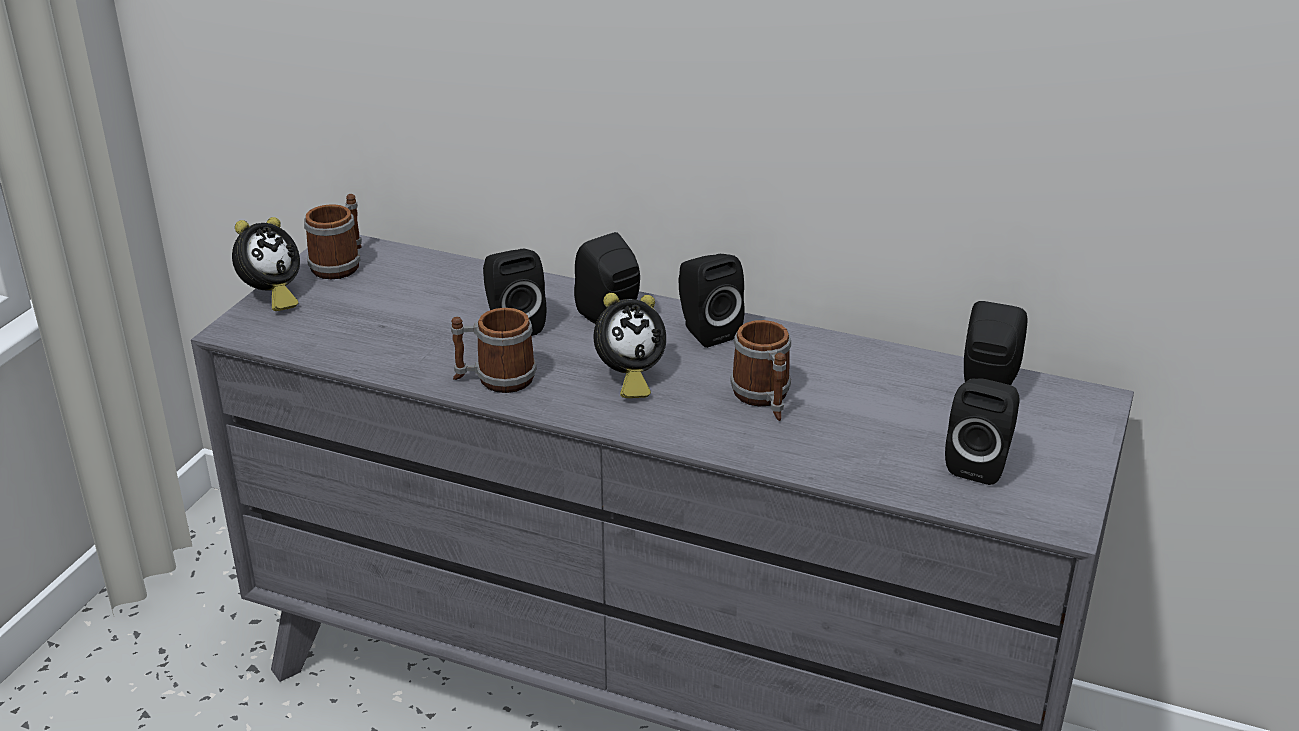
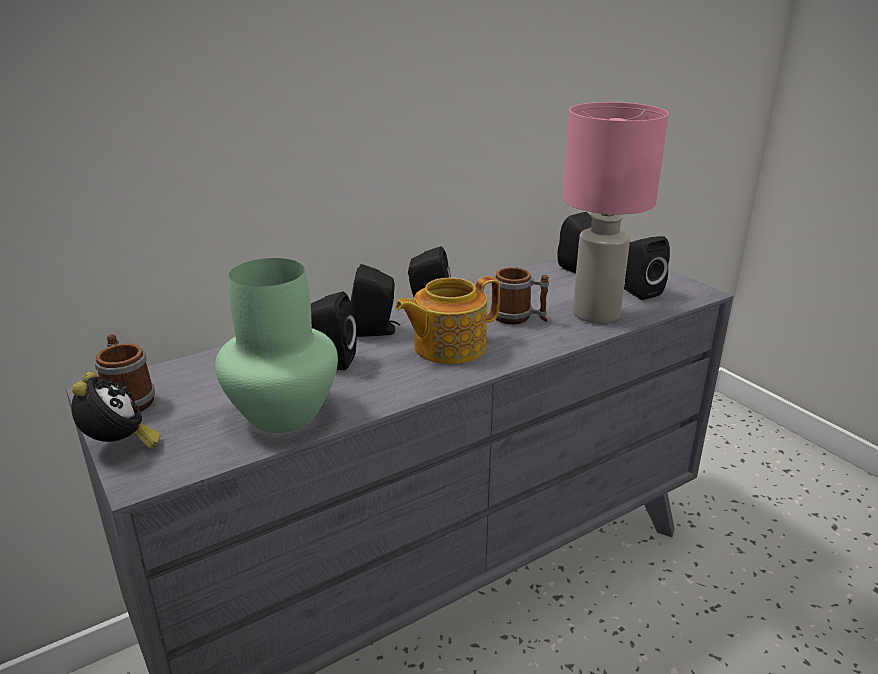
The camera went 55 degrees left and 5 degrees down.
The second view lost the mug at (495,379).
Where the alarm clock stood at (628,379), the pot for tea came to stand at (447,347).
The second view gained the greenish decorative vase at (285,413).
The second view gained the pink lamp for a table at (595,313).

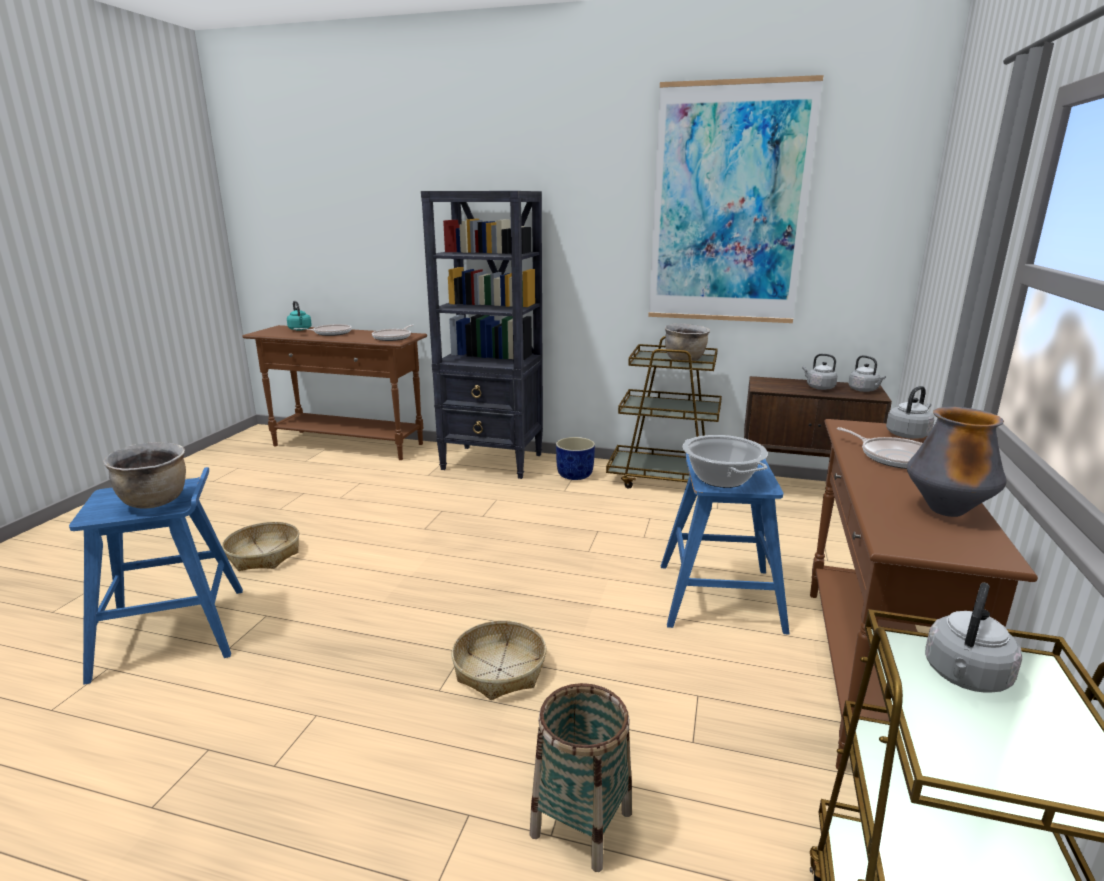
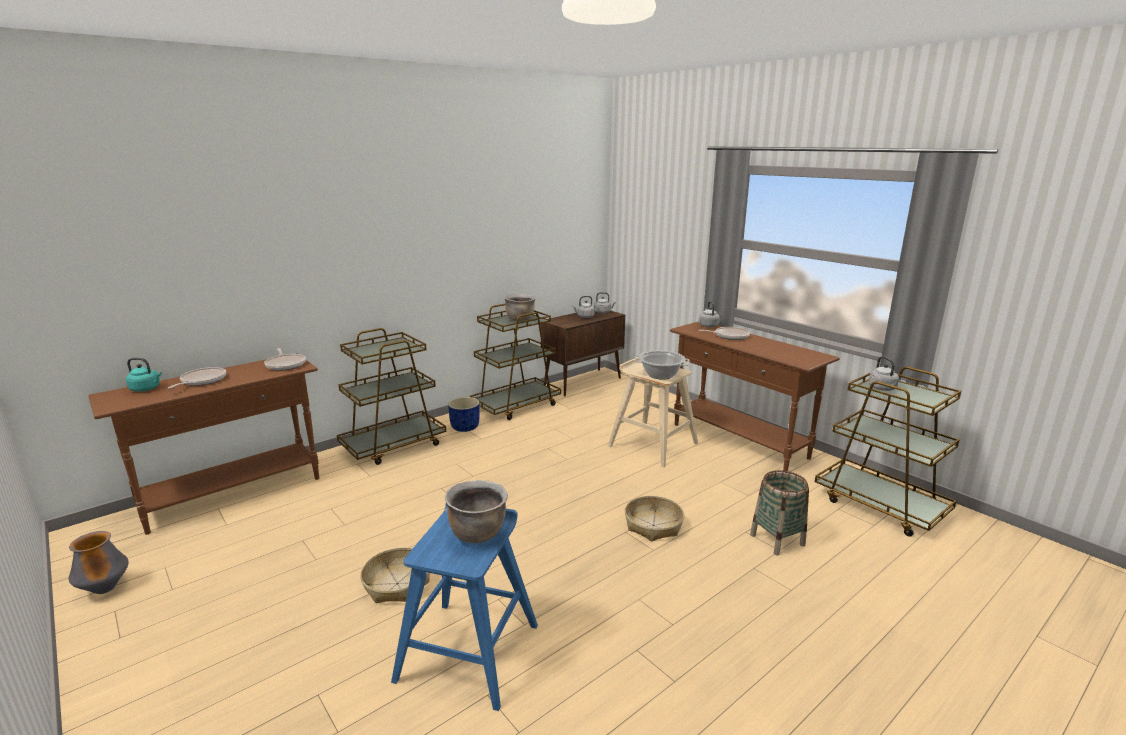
The camera went 55 degrees left and 0 degrees up.
Where the blackish bookshelf stood at (493,462), the brownish trolley came to stand at (394,445).
The second view lost the wall picture at (728,206).
What was the blue-coloured stool seat at (719,596) turned into the beige-coloured stool seat at (652,444).
The decorative vase ended up elsewhere, having gone from (946,511) to (105,589).

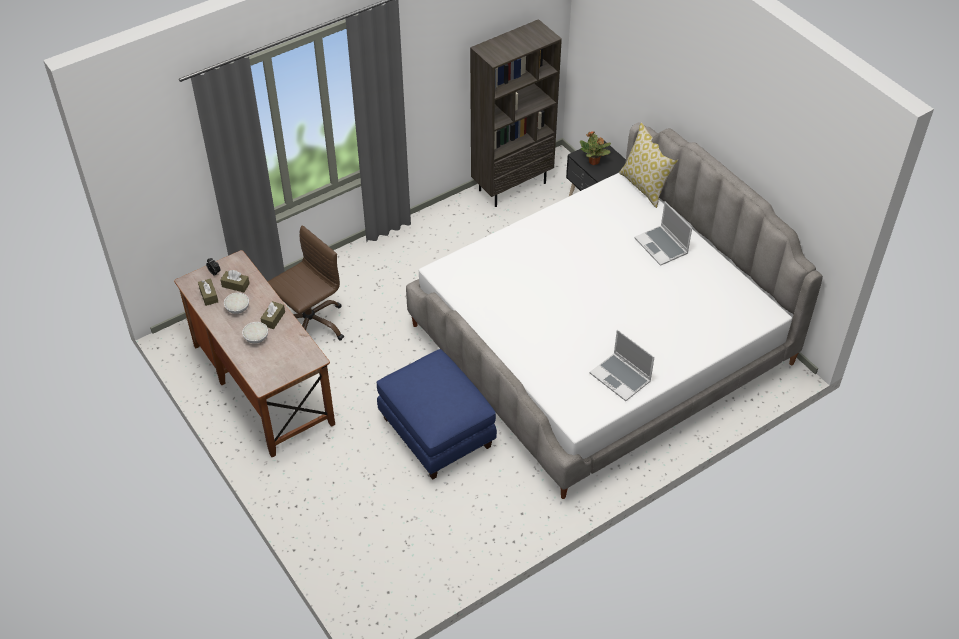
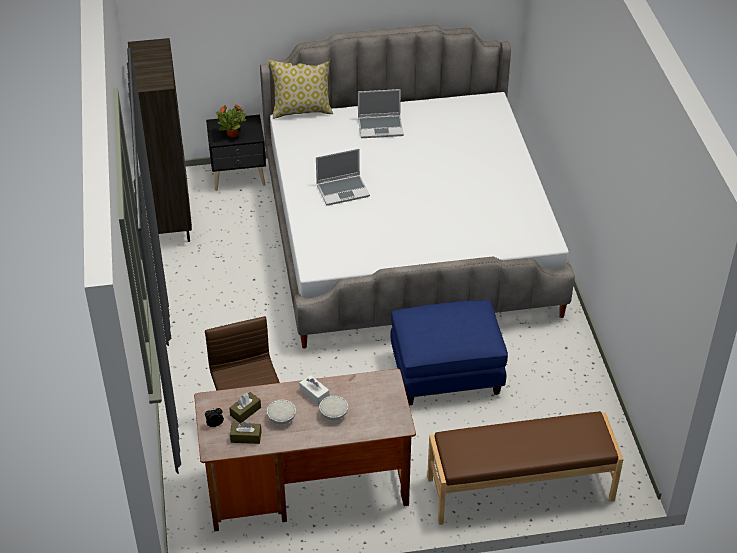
The camera went 65 degrees left and 5 degrees down.
What was the brownish box of tissues at (273,318) turned into the whitish box of tissues at (314,394).
The portable computer ended up elsewhere, having gone from (621,378) to (343,190).
The second view gained the brownish indoor bench at (520,489).

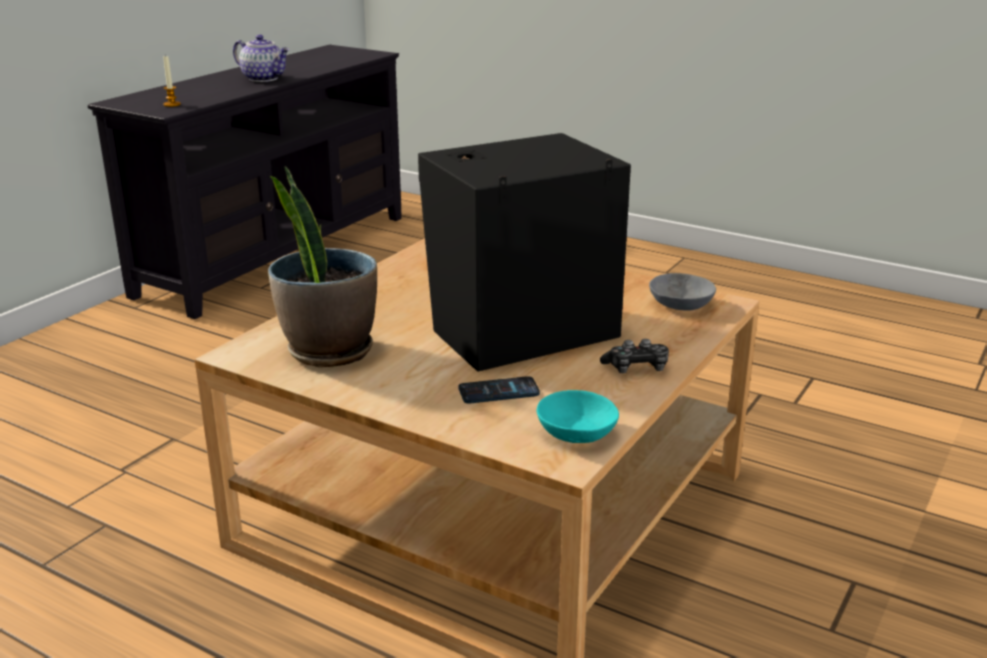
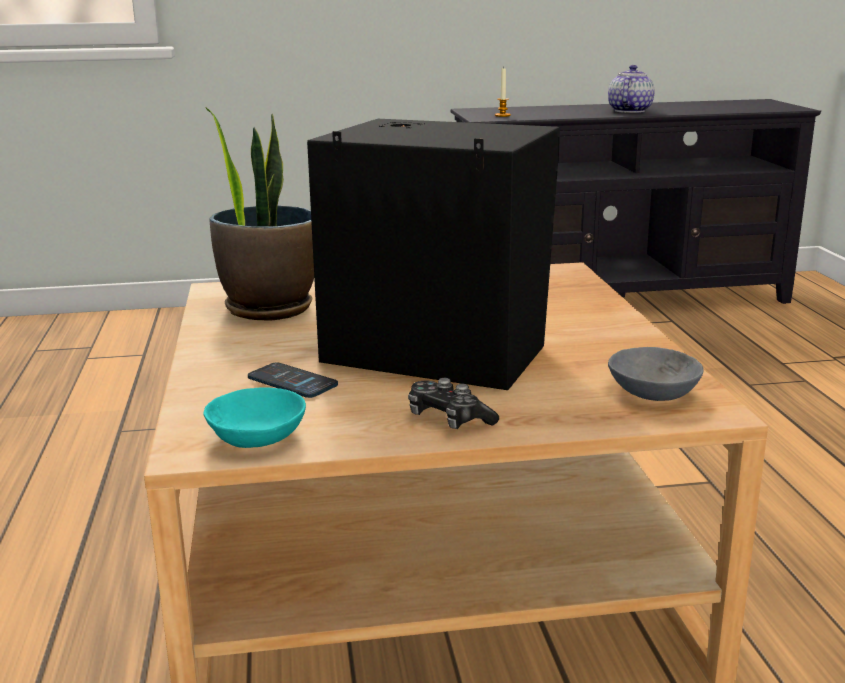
The camera went 50 degrees right and 5 degrees down.
The pot for tea at (264,78) ended up facing another way, 150 degrees counterclockwise from before.

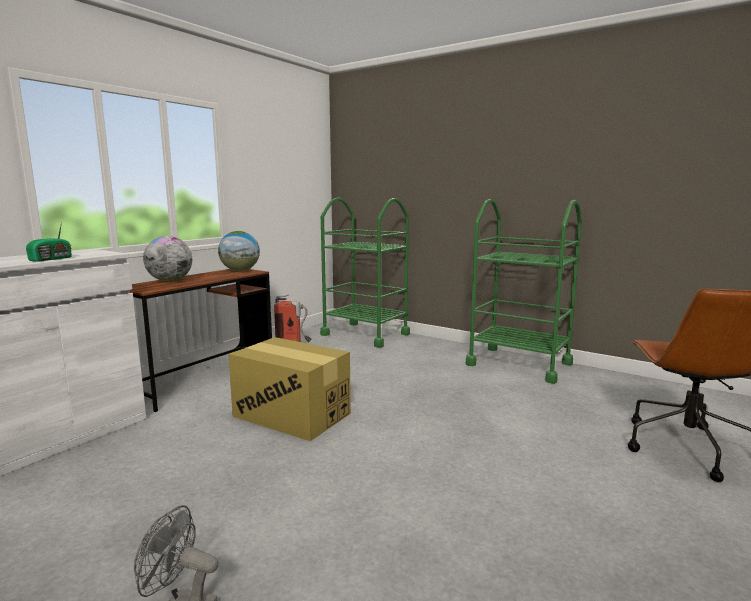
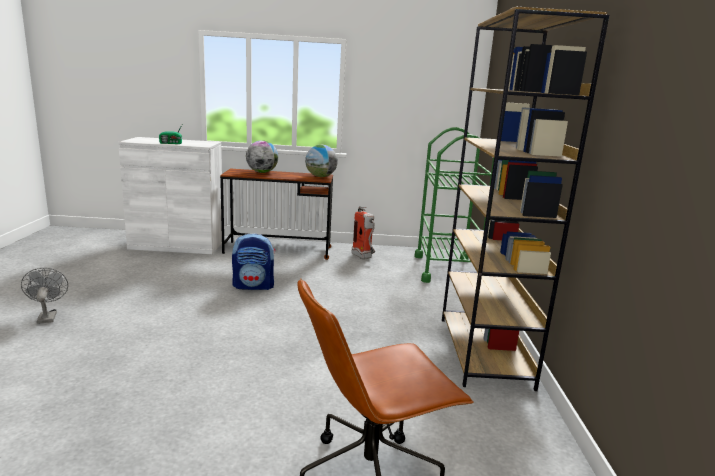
The camera went 55 degrees right and 5 degrees up.
Where the carton stood at (291,415), the rucksack came to stand at (254,286).
Where the greenish trolley stood at (519,364), the brownish bookshelf came to stand at (484,352).

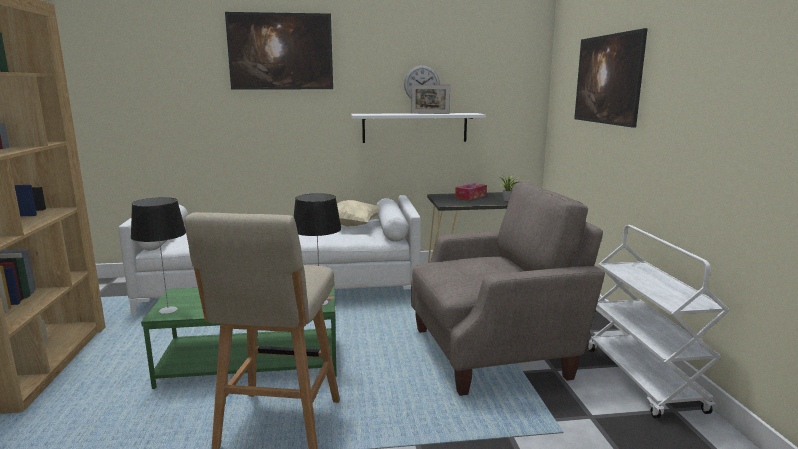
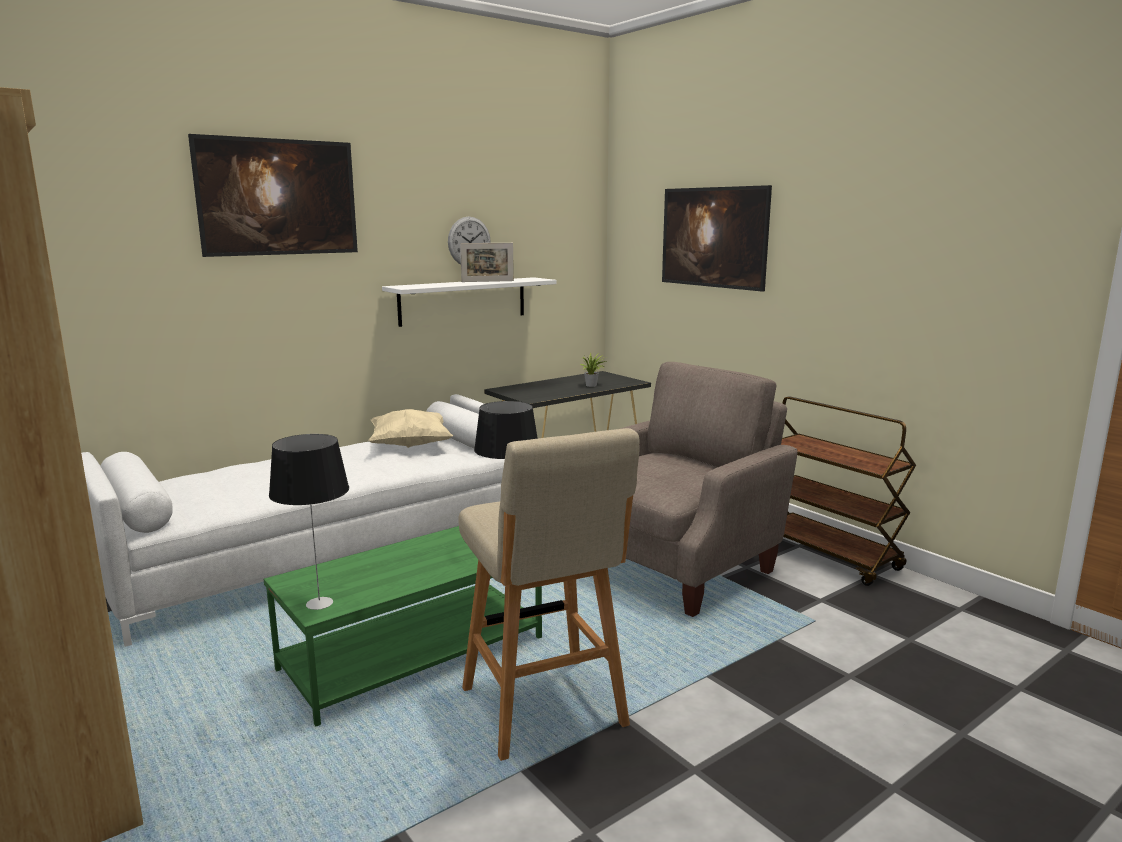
The camera went 30 degrees left and 0 degrees up.
The second view lost the box of tissues at (471,196).
What was the whitish trolley at (644,380) turned into the brownish trolley at (827,555).

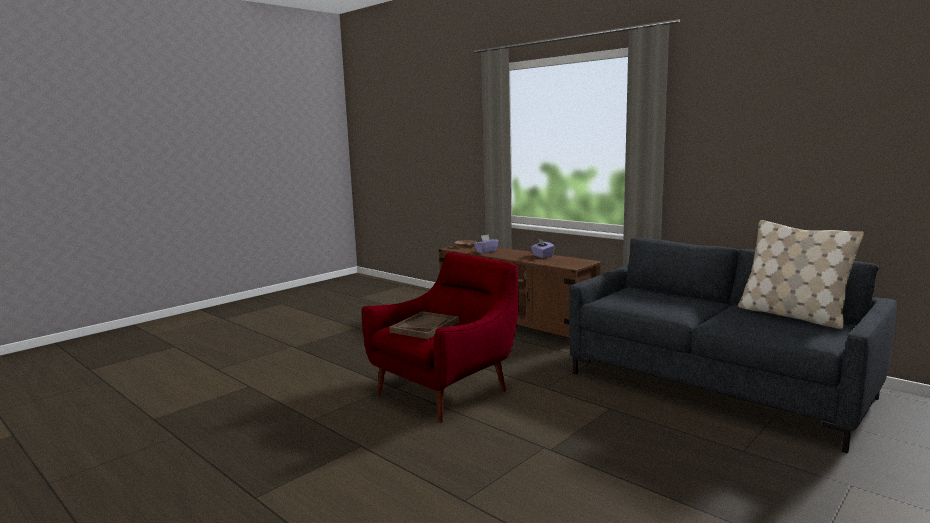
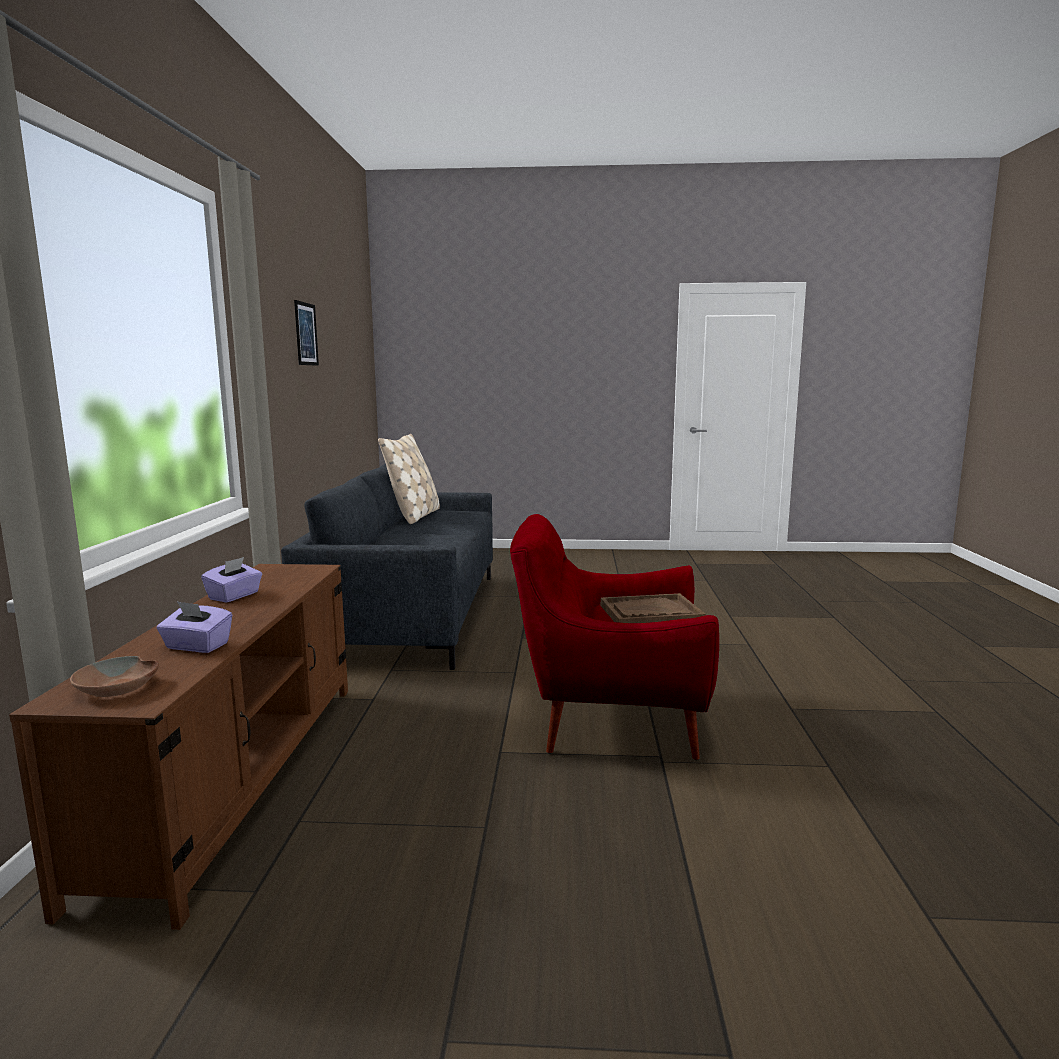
The camera went 130 degrees left and 0 degrees up.
The second view gained the wall picture at (306,334).

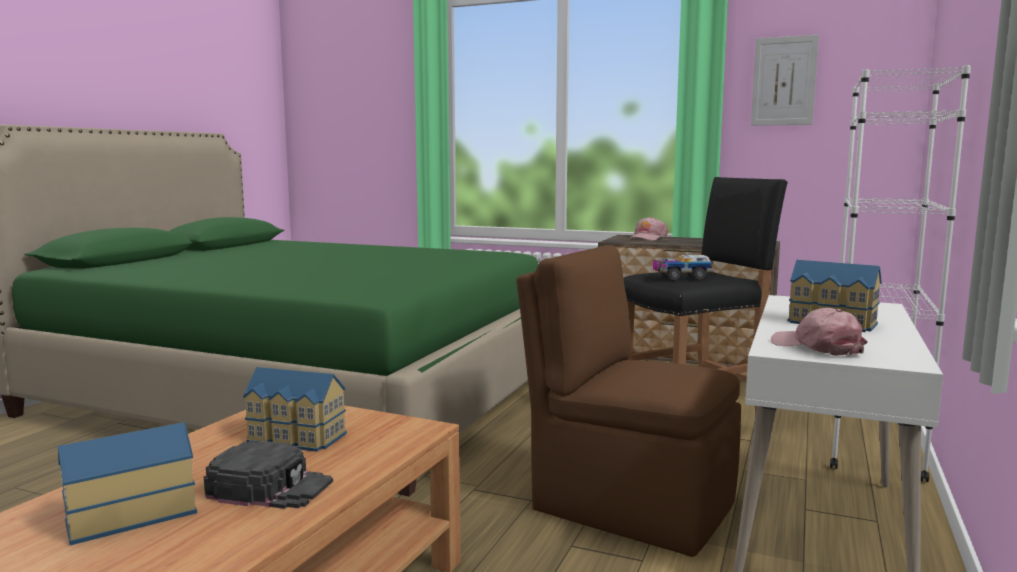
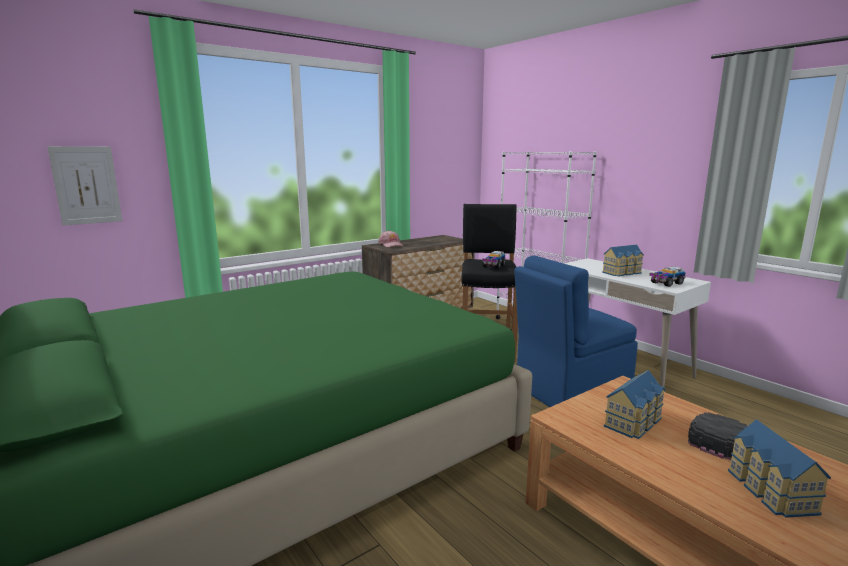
The camera went 60 degrees left and 5 degrees up.
What was the brownish upright chair at (629,504) turned into the blue-coloured upright chair at (569,391).
The wall picture ended up elsewhere, having gone from (784,81) to (86,185).
Where the pink cap stood at (817,347), the toy truck came to stand at (666,283).

